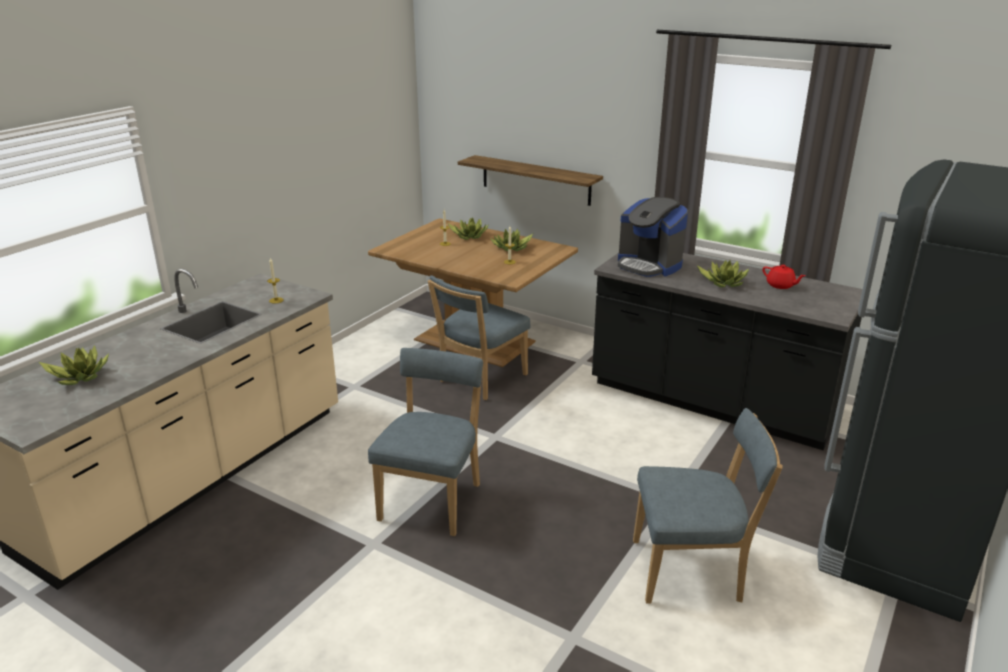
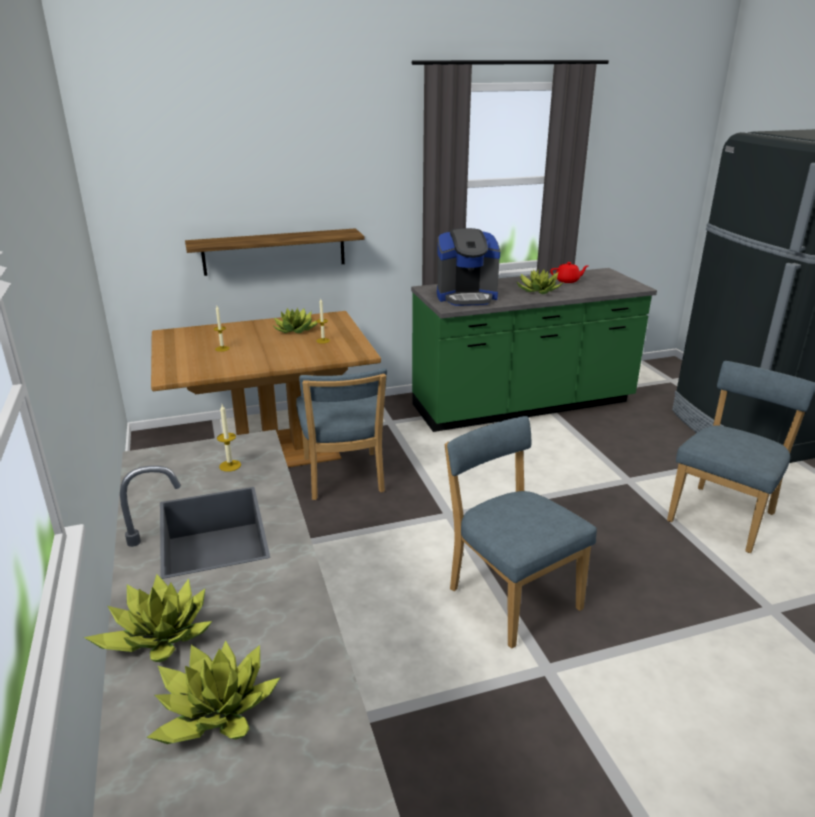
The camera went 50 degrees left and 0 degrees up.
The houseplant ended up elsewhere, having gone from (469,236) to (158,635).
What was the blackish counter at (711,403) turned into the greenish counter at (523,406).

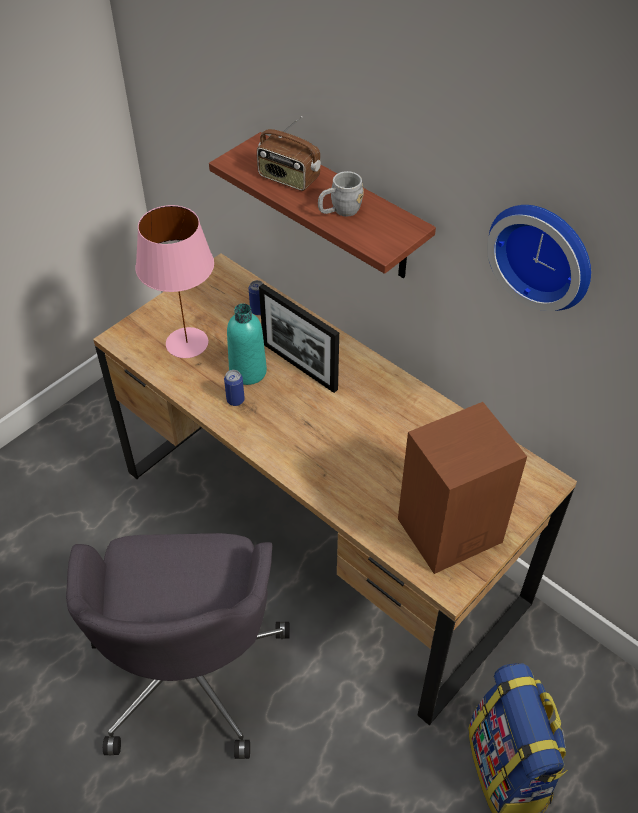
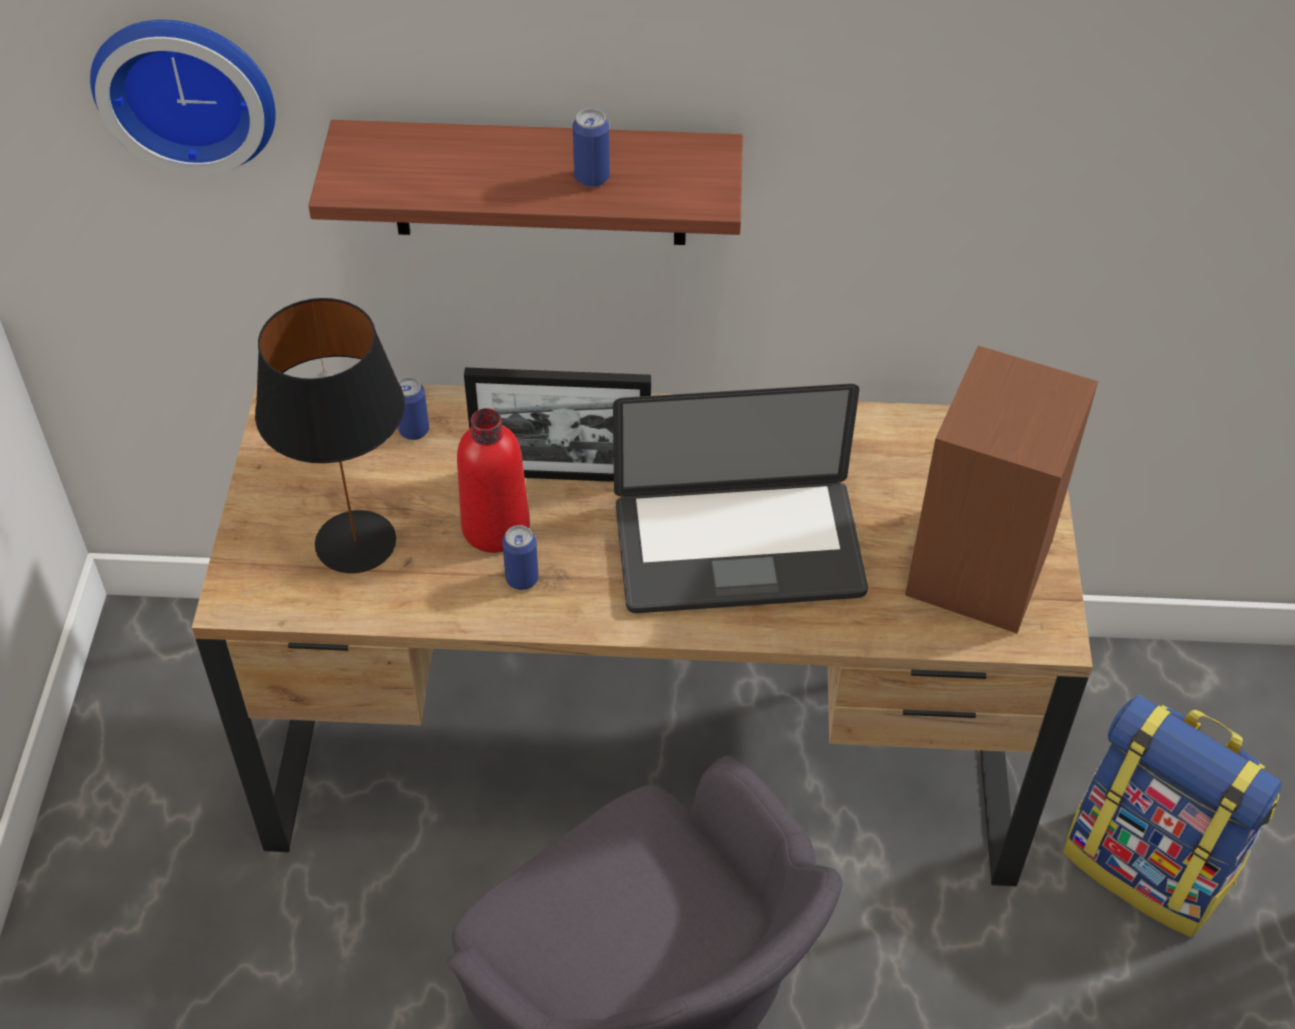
The camera went 40 degrees left and 0 degrees up.
What was the pink lamp for a table at (188,343) turned into the blackish lamp for a table at (357,541).
What was the blue-green bottle at (248,371) turned into the red-coloured bottle at (496,528).
The second view lost the radio set at (288,178).
Where the gray mug stood at (339,211), the sealed can came to stand at (592,178).
The hanging clock ended up elsewhere, having gone from (544,253) to (187,88).
The second view gained the portable computer at (738,550).

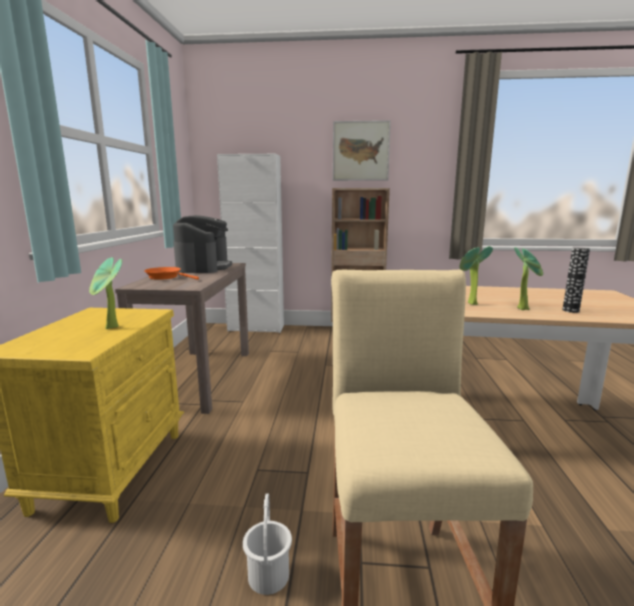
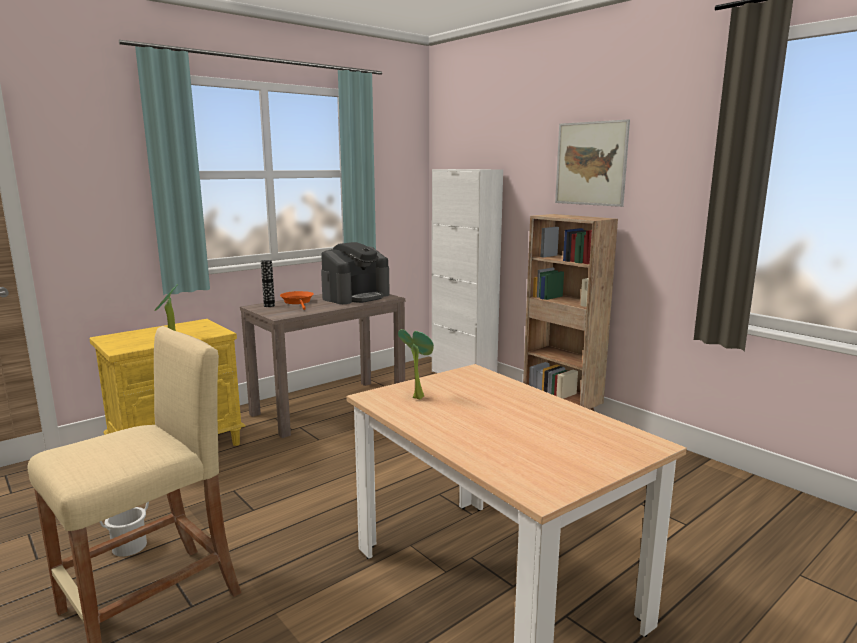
The camera went 45 degrees right and 0 degrees up.
The second view lost the houseplant at (523,308).
The decorative vase ended up elsewhere, having gone from (570,310) to (269,306).

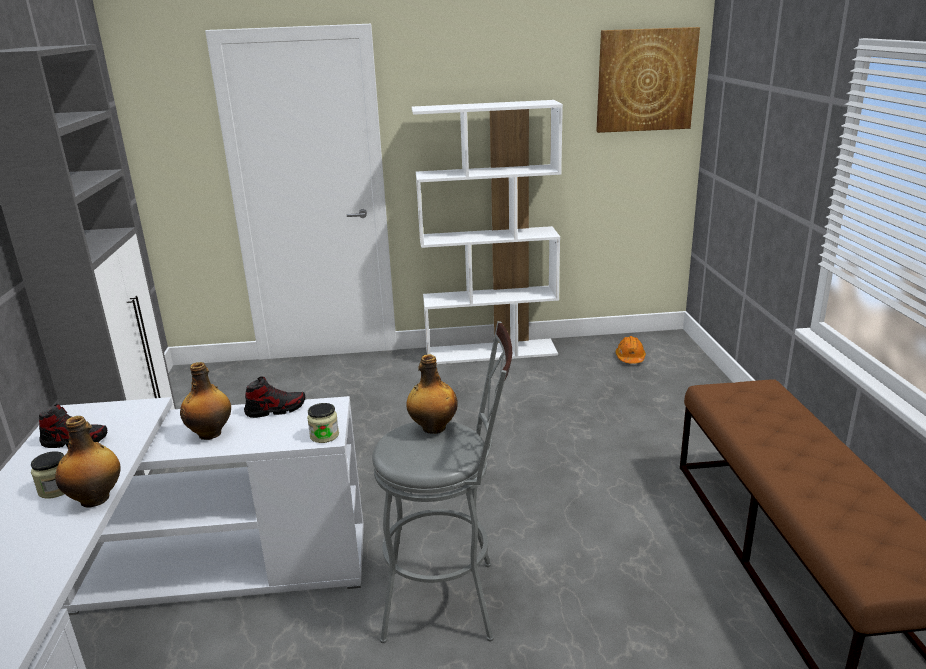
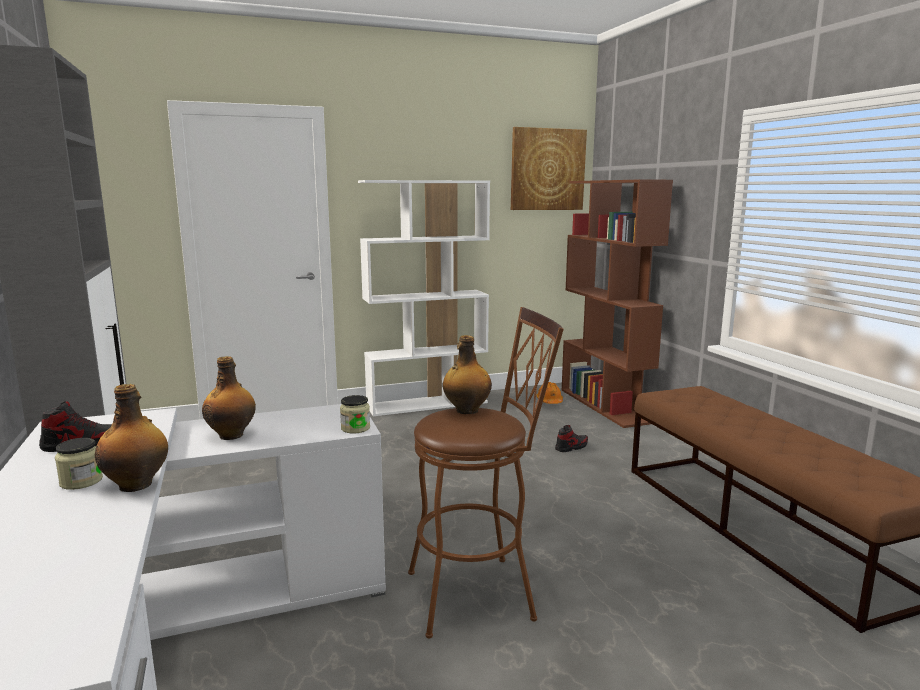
The camera went 15 degrees left and 10 degrees down.
The shoe ended up elsewhere, having gone from (276,409) to (571,447).
What was the gray stool seat at (451,600) turned into the brownish stool seat at (481,593).
The second view gained the brownish bookshelf at (605,406).

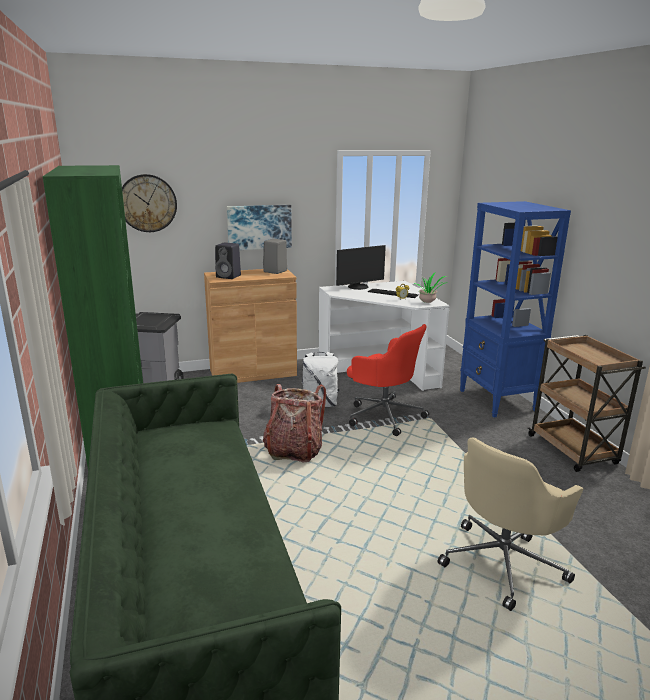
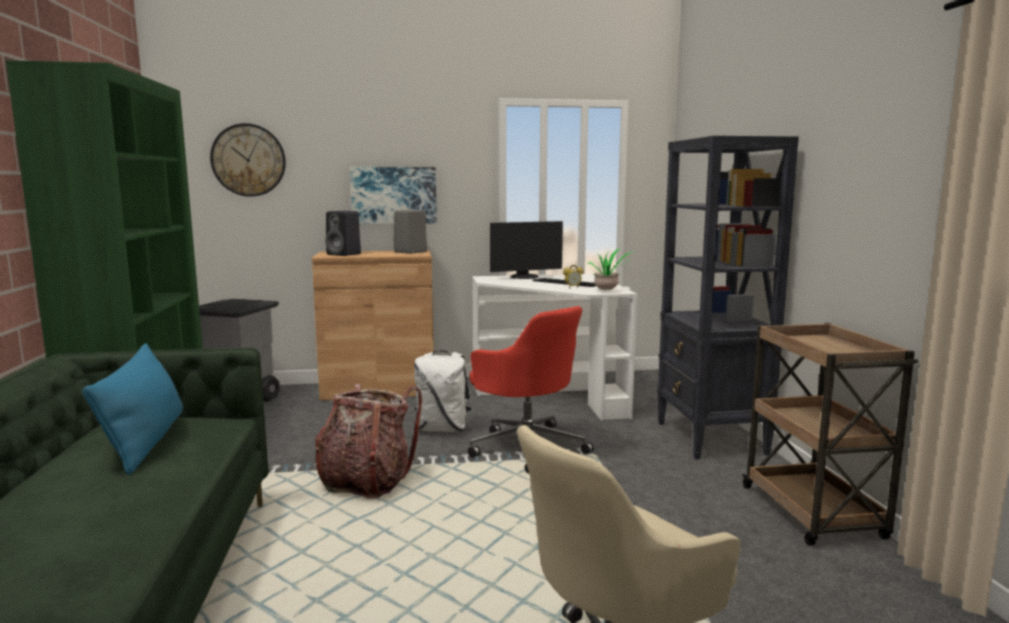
The camera went 10 degrees right and 10 degrees down.
What was the blue-coloured bookshelf at (497,400) turned into the blackish bookshelf at (711,438).
The second view gained the blue-coloured cushion at (145,441).

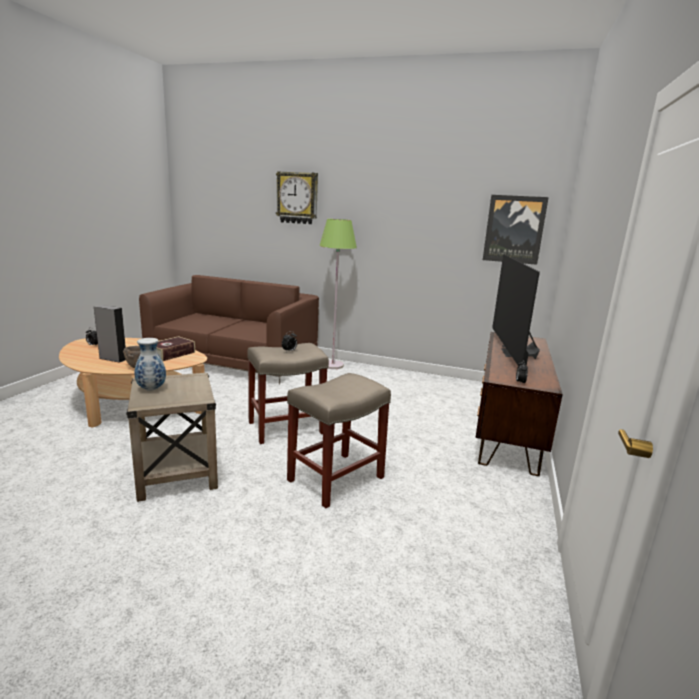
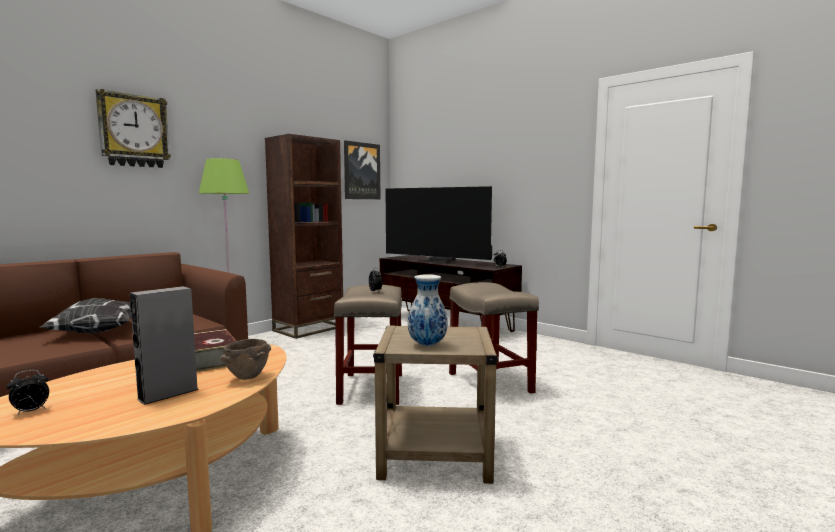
The camera went 65 degrees left and 10 degrees down.
The second view gained the cushion at (96,332).
The second view gained the brownish bookshelf at (309,329).

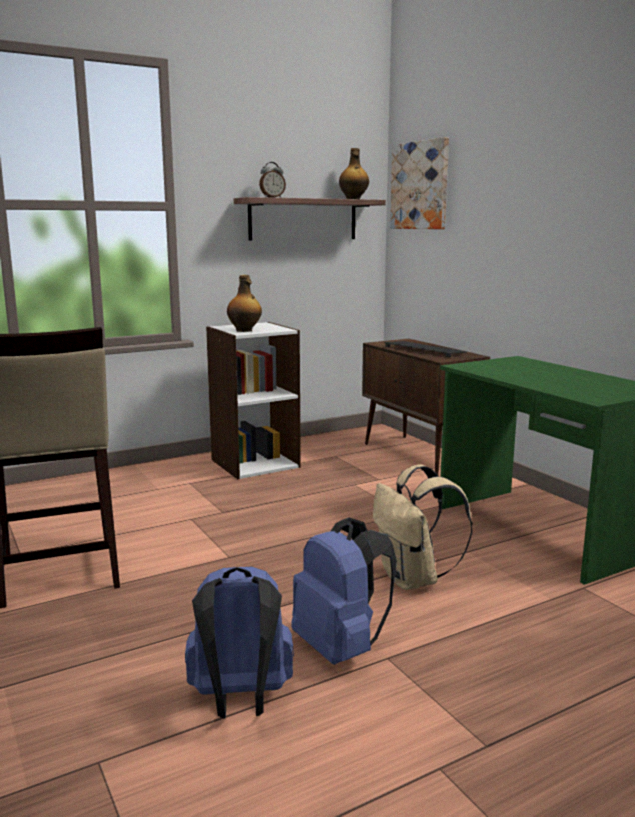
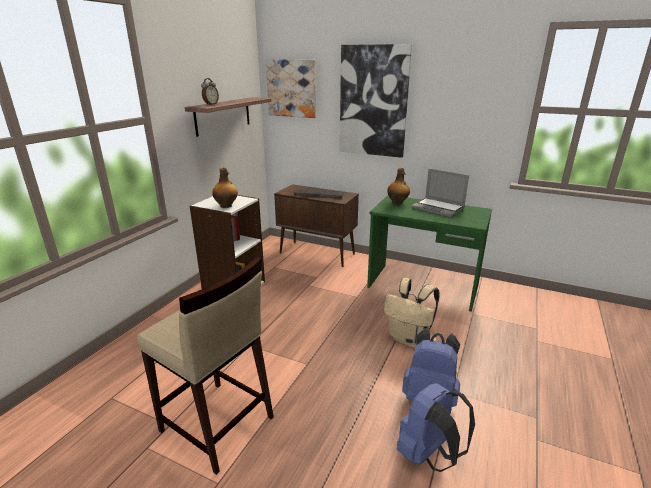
The camera went 35 degrees left and 10 degrees up.
The bottle ended up elsewhere, having gone from (353,199) to (397,203).
The second view gained the wall picture at (373,101).
The second view gained the portable computer at (438,208).

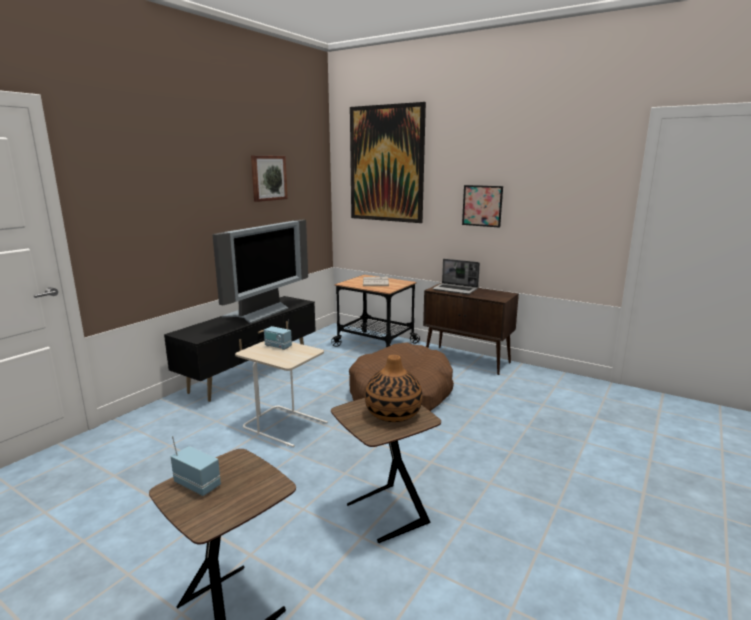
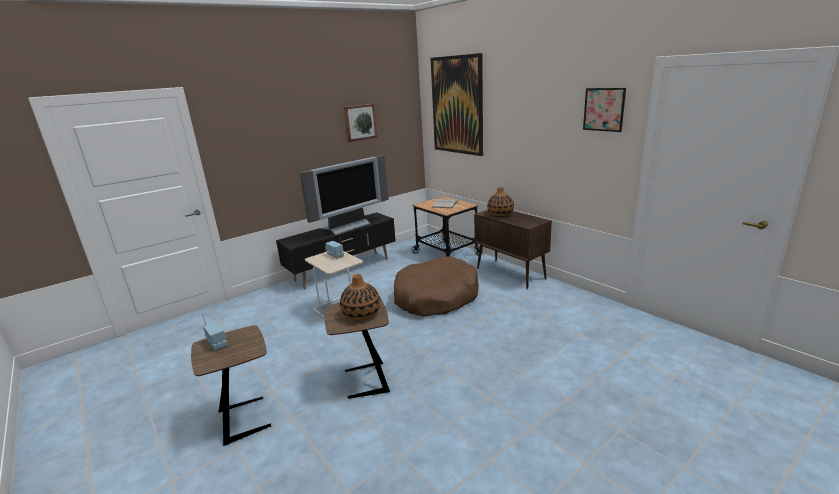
The camera went 20 degrees right and 5 degrees up.
Where the portable computer stood at (455,290), the decorative vase came to stand at (500,214).
The wall picture ended up elsewhere, having gone from (482,206) to (604,109).

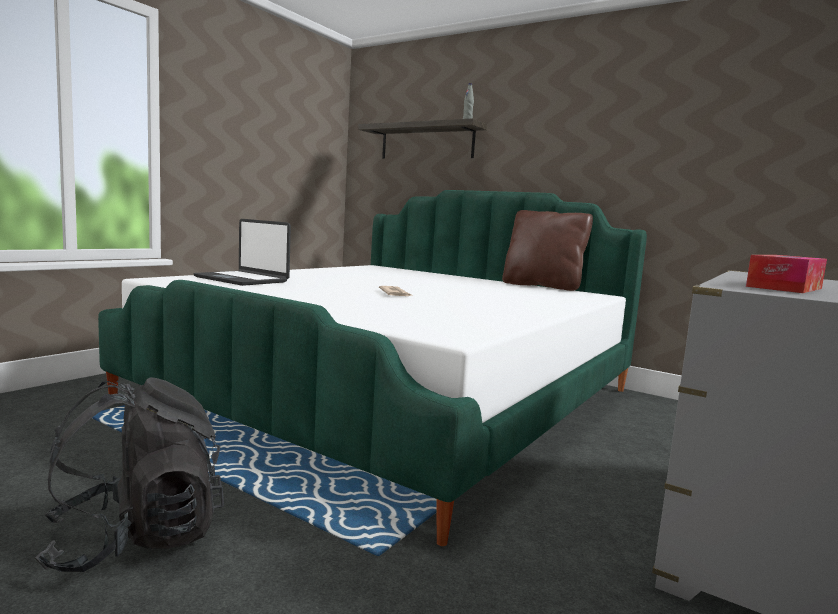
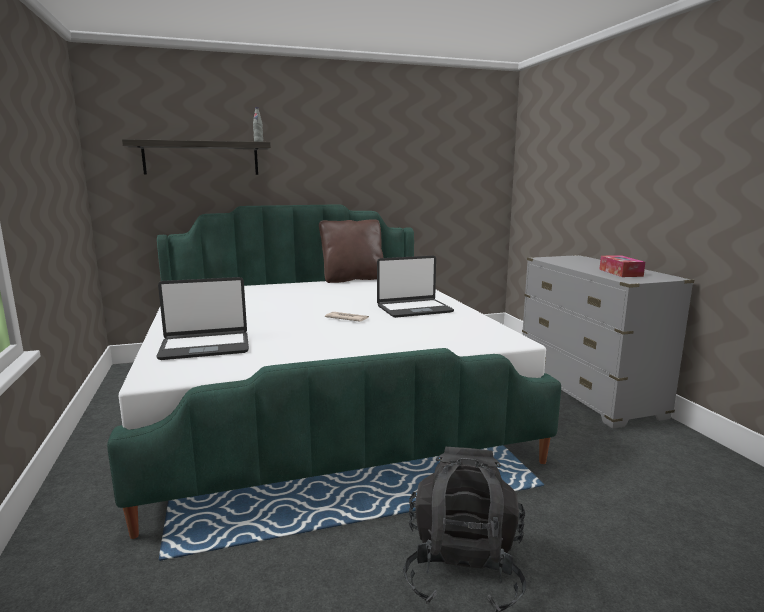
The camera went 50 degrees left and 5 degrees up.
The second view gained the portable computer at (414,309).

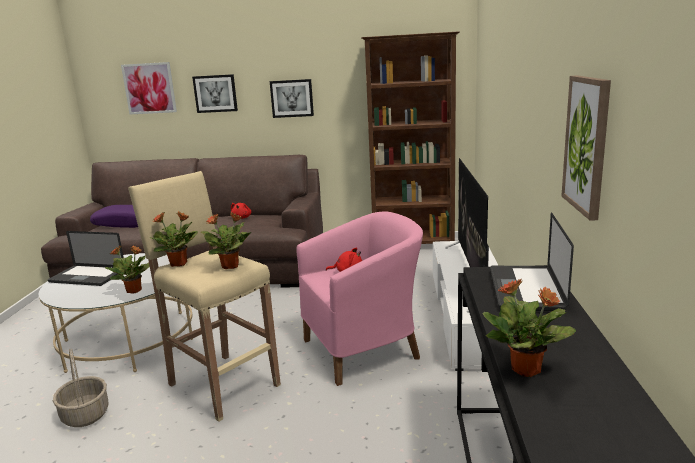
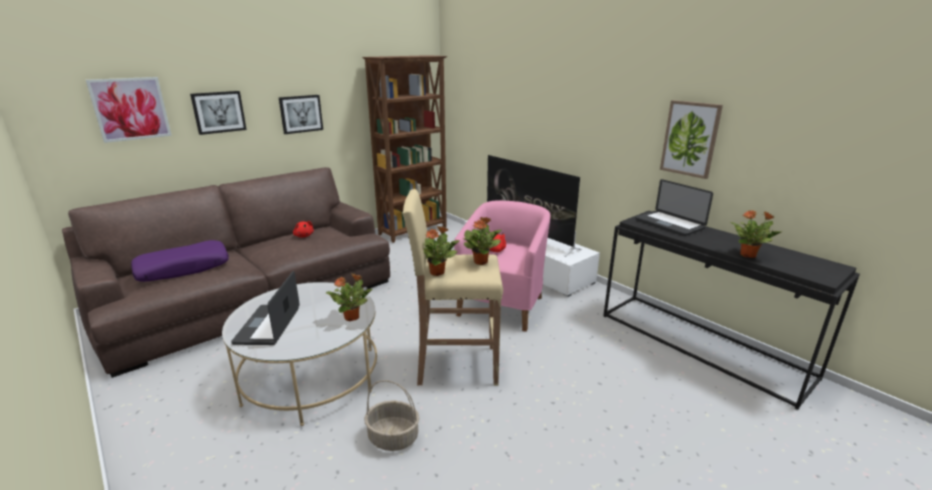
The camera went 45 degrees left and 5 degrees up.
The portable computer at (87,277) ended up facing another way, 120 degrees clockwise from before.

